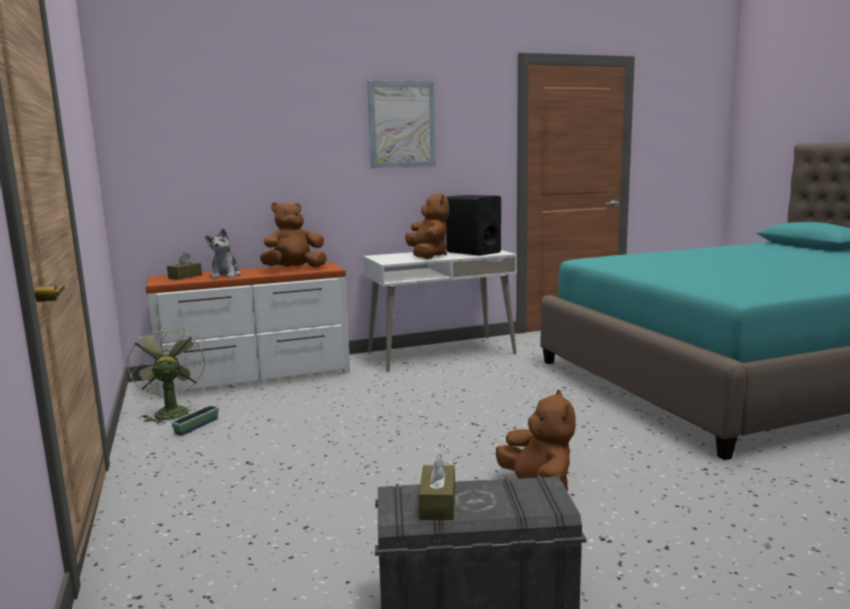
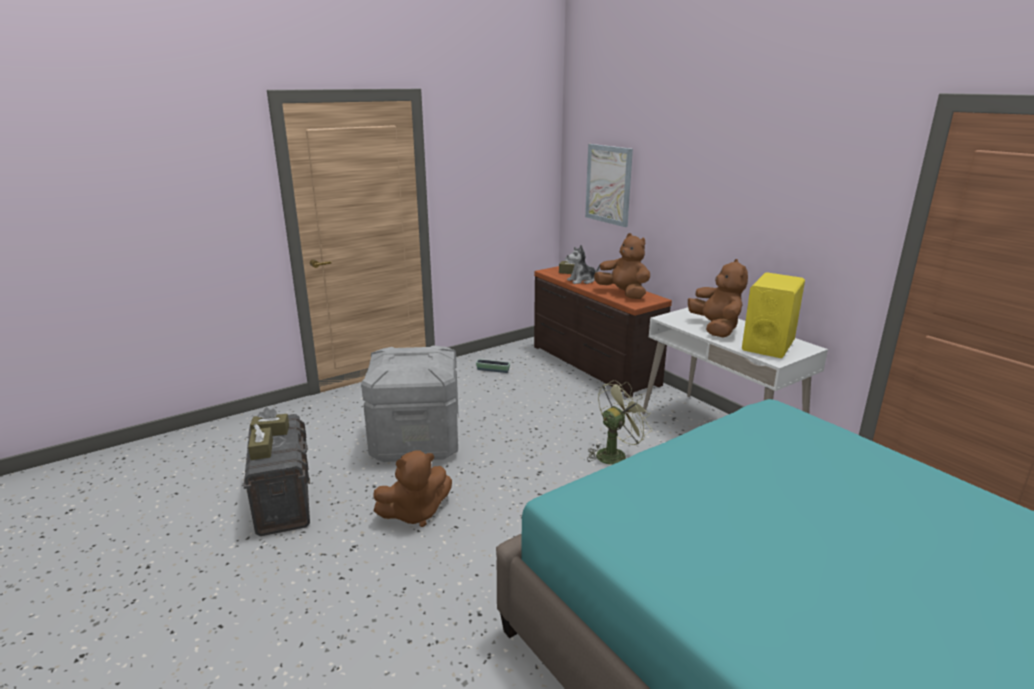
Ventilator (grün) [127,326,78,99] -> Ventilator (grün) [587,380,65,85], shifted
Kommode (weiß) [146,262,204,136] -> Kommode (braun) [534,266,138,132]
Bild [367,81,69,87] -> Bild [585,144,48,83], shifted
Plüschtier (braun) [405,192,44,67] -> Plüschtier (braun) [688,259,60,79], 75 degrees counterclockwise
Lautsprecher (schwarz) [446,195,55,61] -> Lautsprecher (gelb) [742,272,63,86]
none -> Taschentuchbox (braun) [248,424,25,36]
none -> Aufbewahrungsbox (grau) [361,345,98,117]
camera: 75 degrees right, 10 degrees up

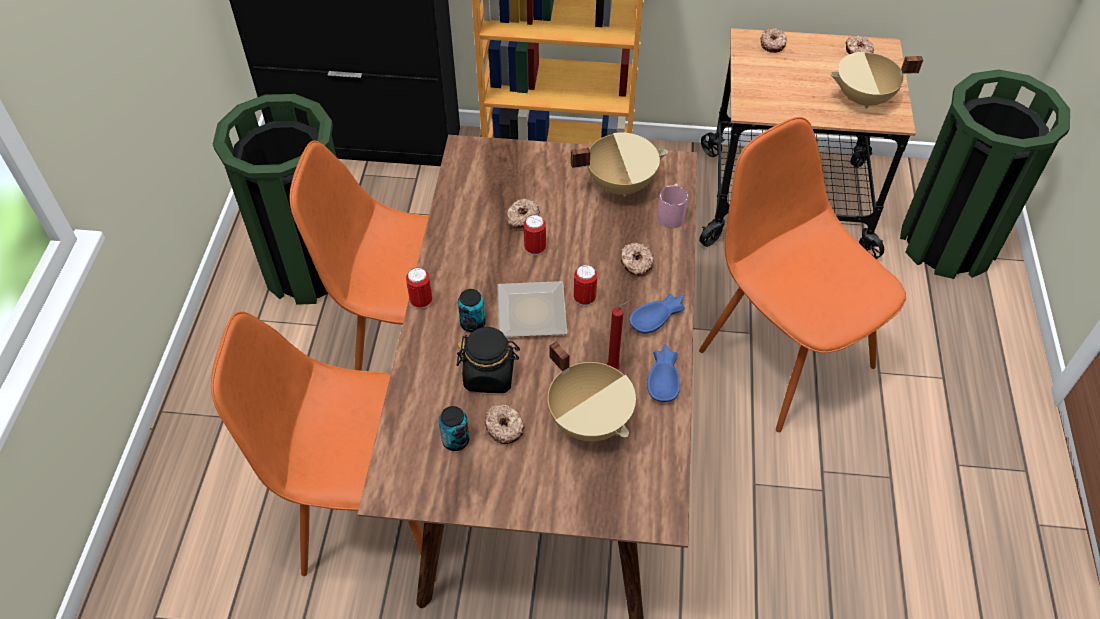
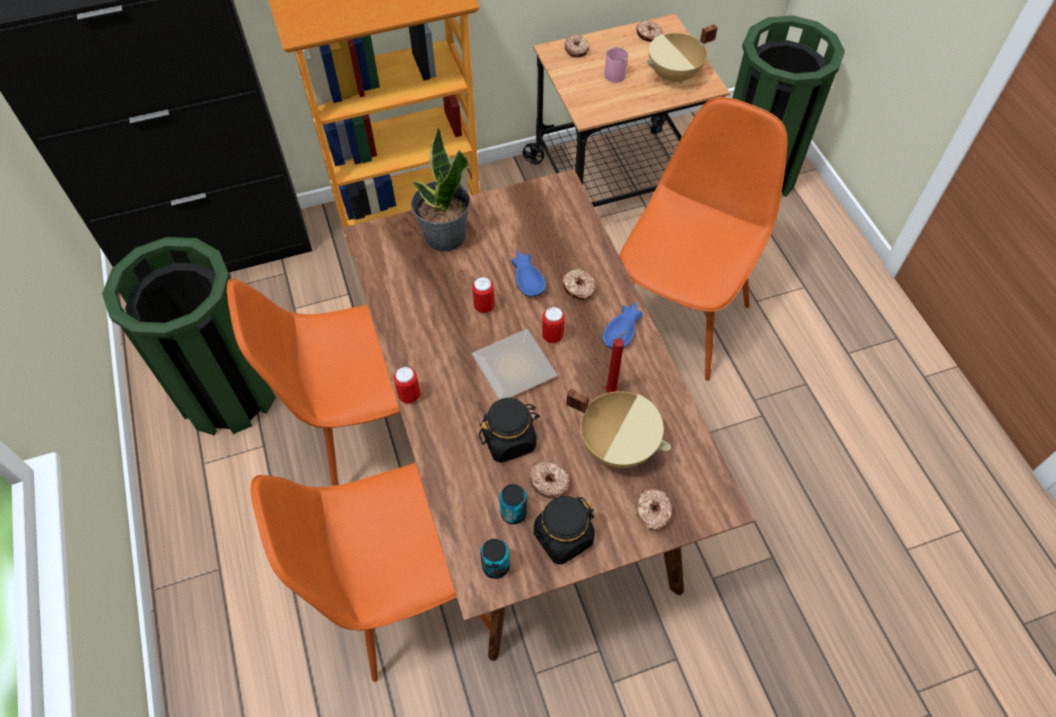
Dose [458,289,28,43] -> Dose [480,539,30,40], shifted
Donut [506,198,34,33] -> Donut [636,489,37,42], shifted
Kochtopf (beige) [570,132,98,65] -> none
Schüssel (blau) [647,343,33,59] -> Schüssel (blau) [511,250,35,47], shifted
Henkelbecher (rosa) [657,184,31,45] -> Henkelbecher (rosa) [604,47,24,36], shifted
Stuhl (orange) [699,117,207,315] -> Stuhl (orange) [619,97,169,284], 90 degrees clockwise
none -> Topfpflanze [411,128,59,124]
none -> Vorratsglas (schwarz) [534,496,61,68]
camera: 25 degrees left, 5 degrees up

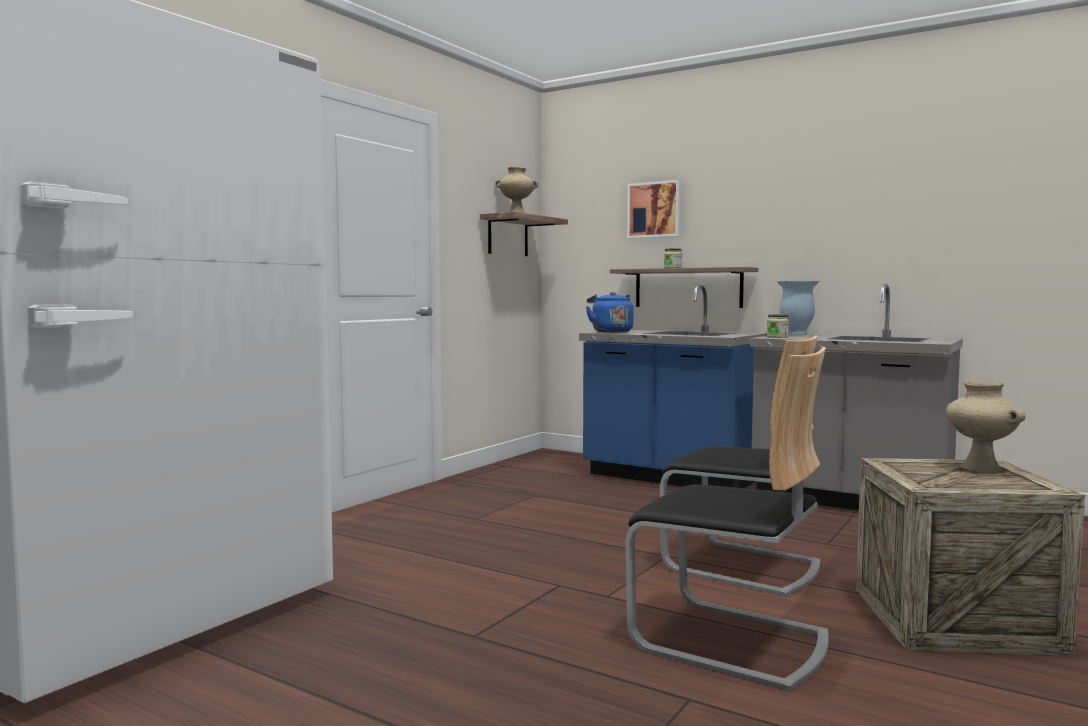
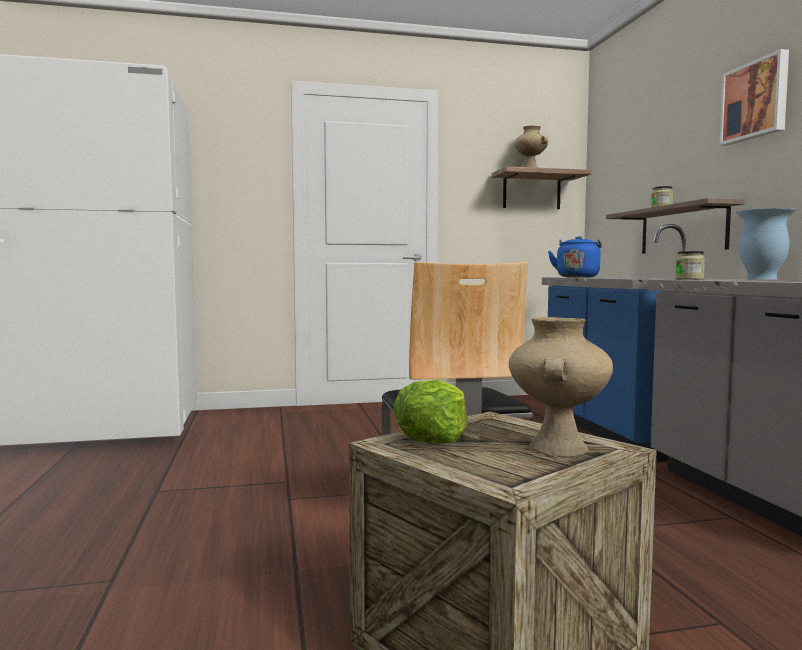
Stuhl [626,347,203,344] -> none
Bild [627,180,54,59] -> Bild [719,49,70,97], shifted
none -> Salatkopf [393,380,74,64]
camera: 45 degrees right, 0 degrees up

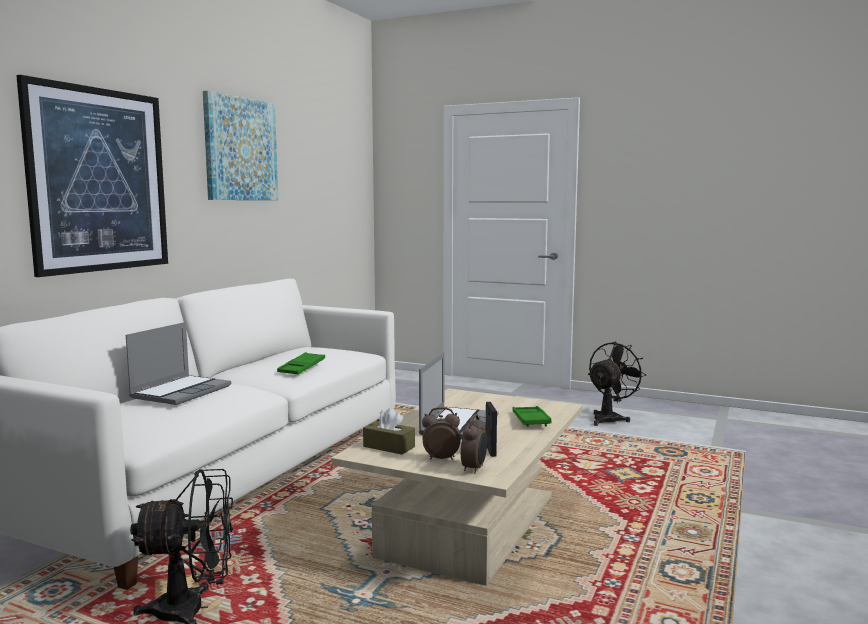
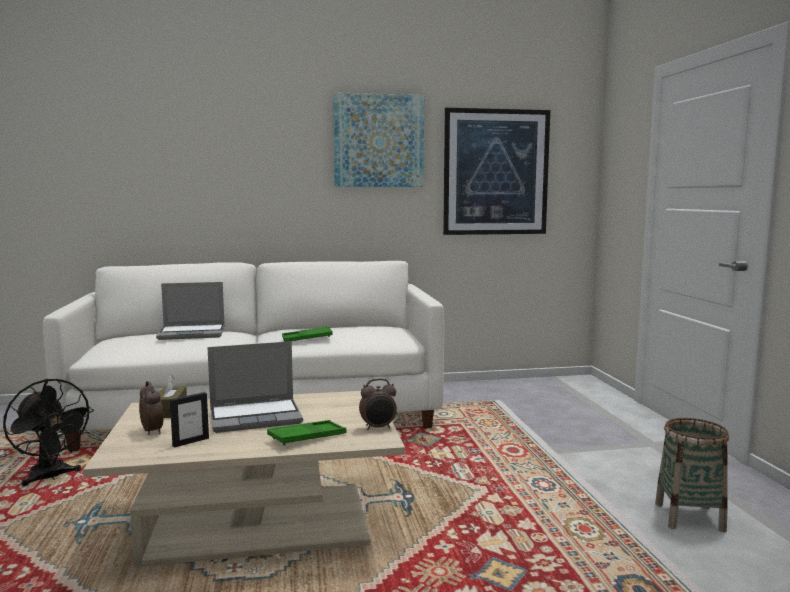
Bild [16,75,152,202] -> Bild [443,108,107,127], shifted
Wecker [461,414,26,60] -> Wecker [359,378,38,52], shifted
Ventilator (schwarz) [588,341,58,85] -> Korb [655,418,74,114]
camera: 55 degrees right, 0 degrees up

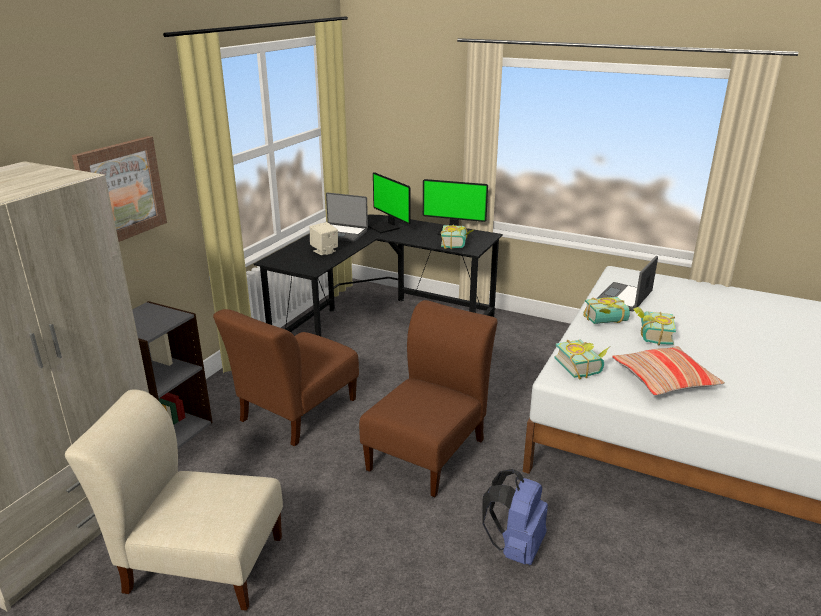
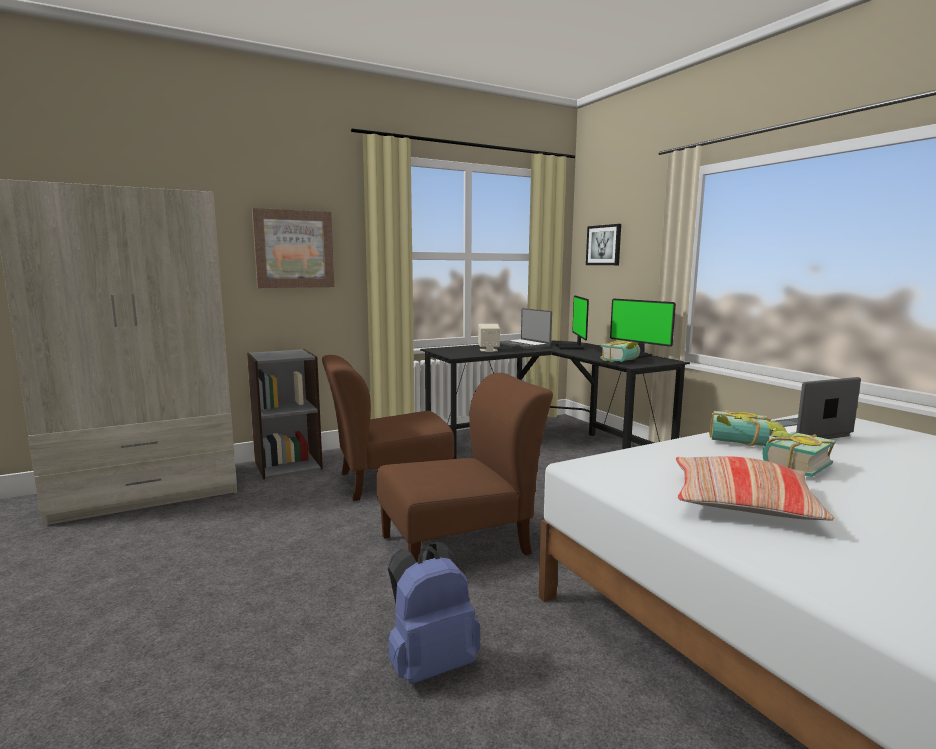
Stuhl (beige) [65,389,218,222] -> none
Buch [554,339,55,40] -> none
none -> Bild [586,224,35,41]
camera: 35 degrees right, 15 degrees down

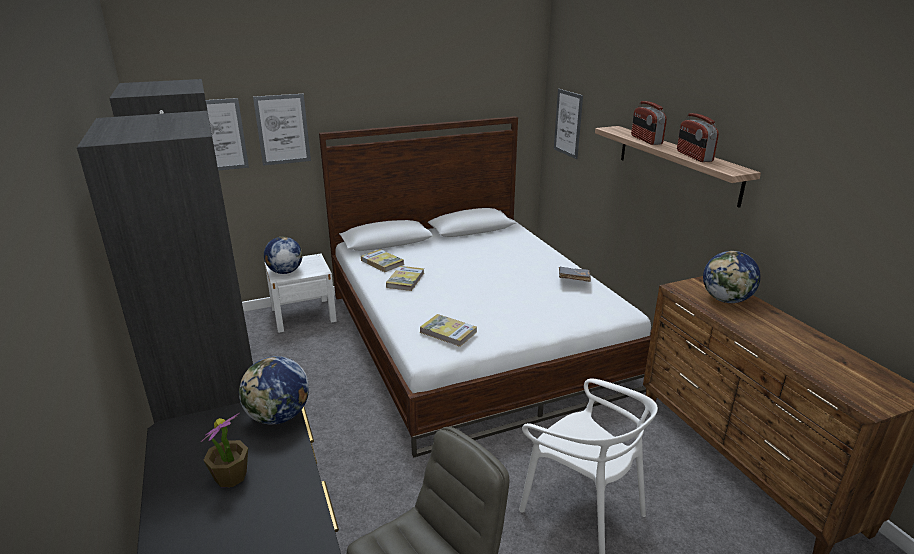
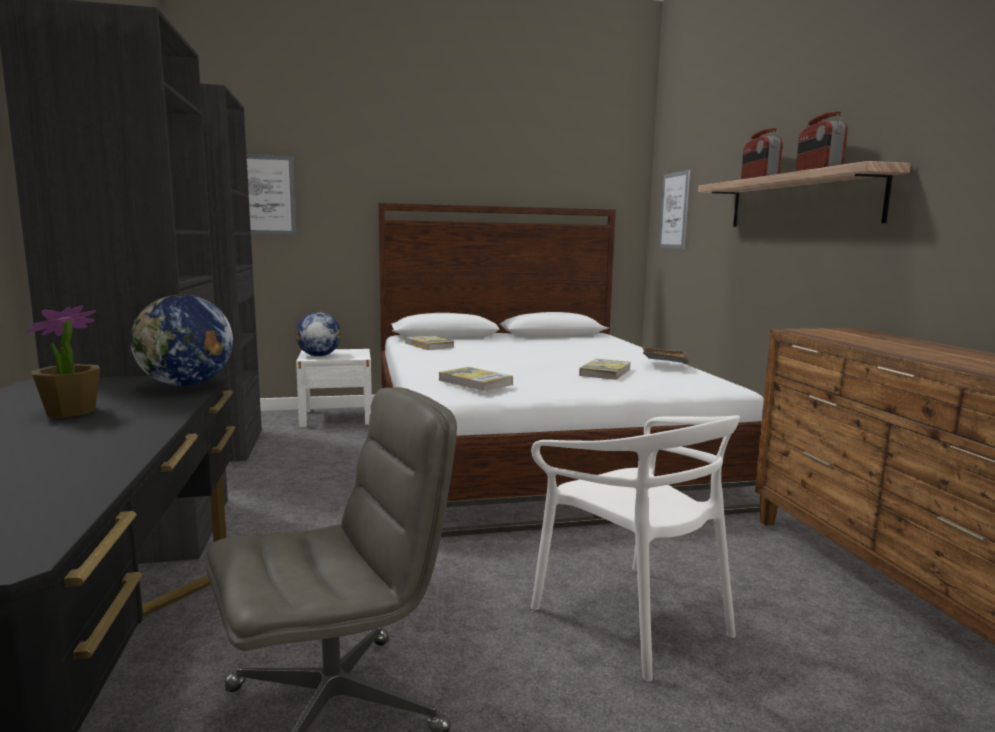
Bild [253,94,58,72] -> none
Buch [386,266,38,25] -> Buch [579,359,52,21], shifted
Globus [703,251,58,52] -> none
camera: 10 degrees right, 15 degrees down

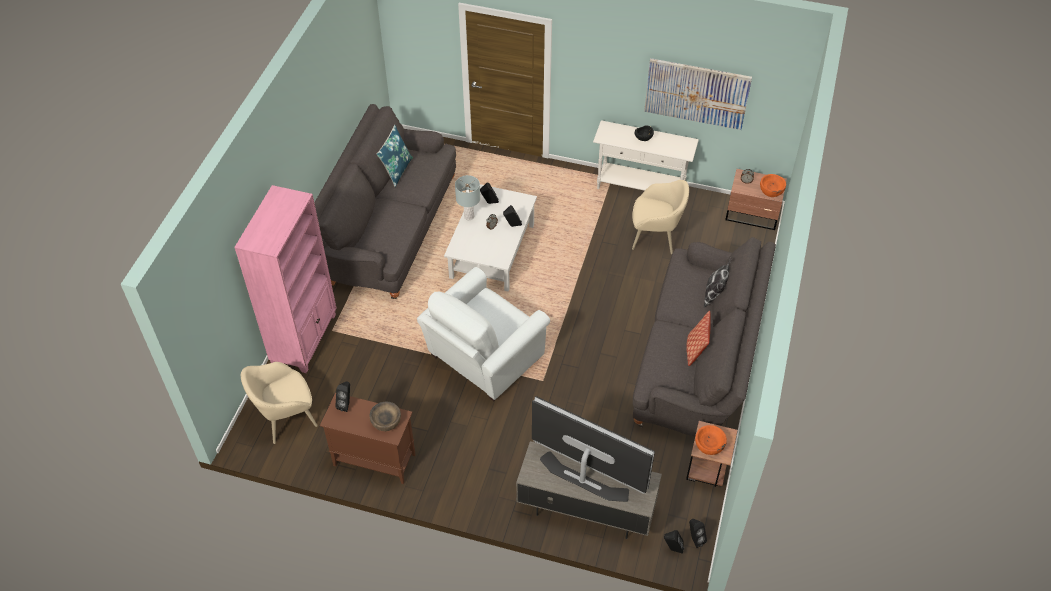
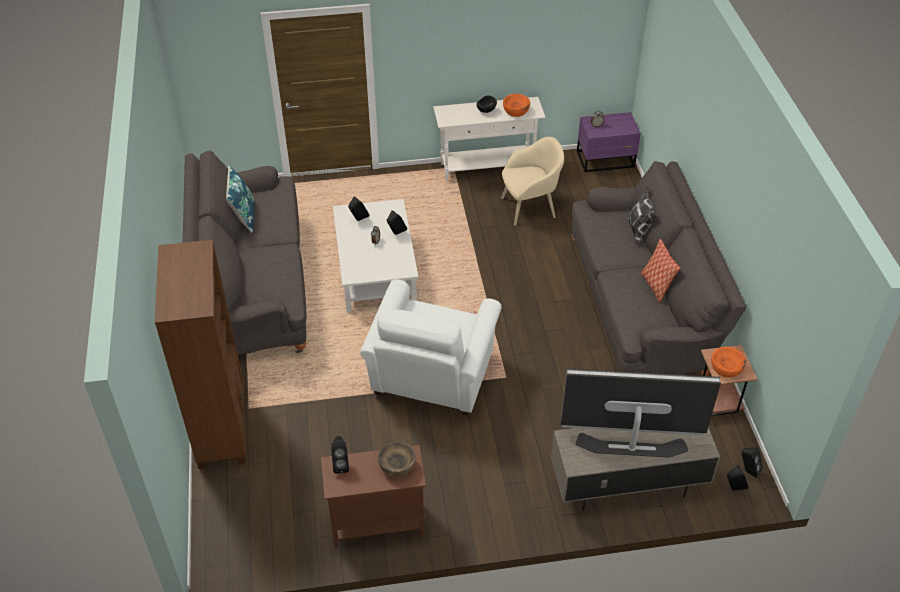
Bücherregal (rosa) [234,185,102,188] -> Bücherregal (braun) [155,240,91,229]
Sessel (beige) [241,362,77,82] -> none
Tischlampe (grau) [455,175,25,45] -> none
Bild [644,58,108,72] -> none
Nachttisch (braun) [725,169,62,61] -> Nachttisch (lila) [577,112,64,60]
Schüssel (orange) [760,174,26,23] -> Schüssel (orange) [503,94,27,23], shifted
camera: 25 degrees left, 5 degrees down

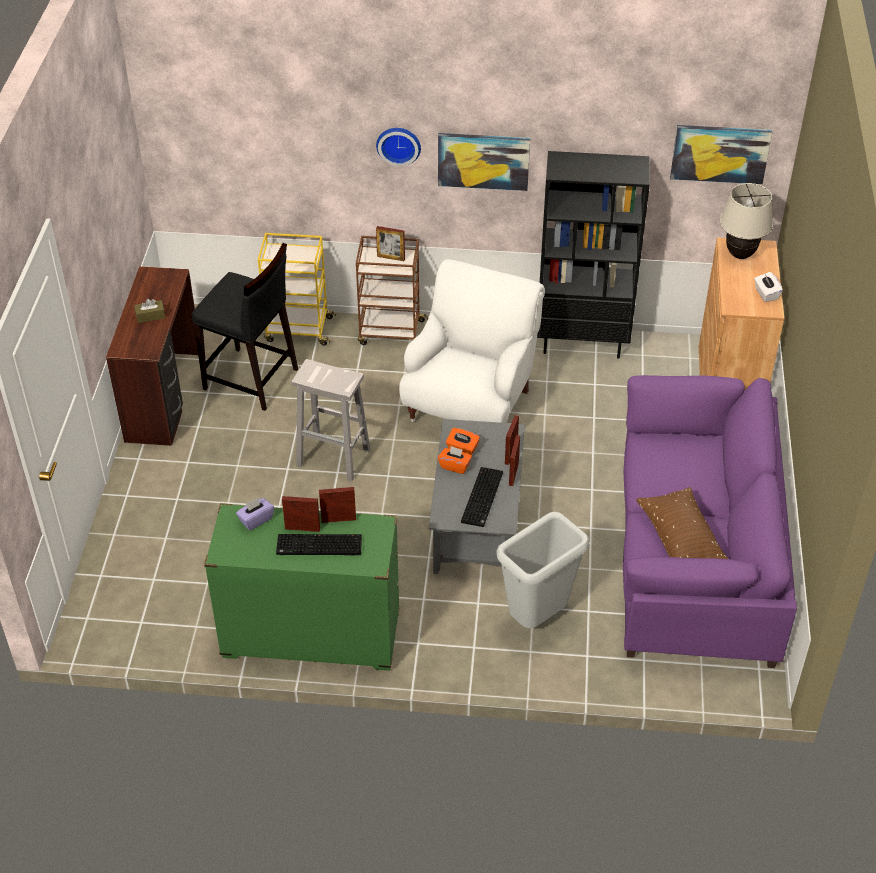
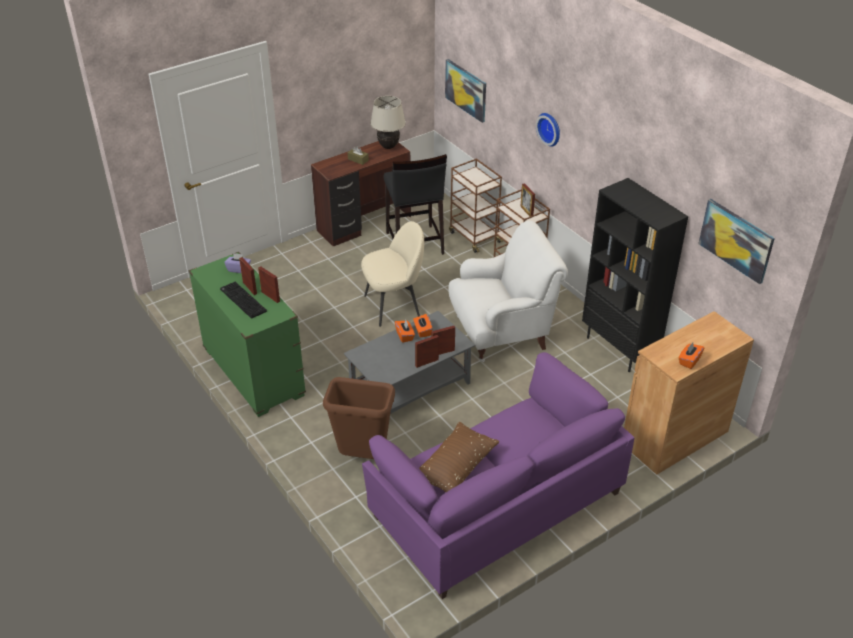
Rollwagen (gelb) [258,233,78,113] -> Rollwagen (braun) [449,158,54,95]
Hocker (weiß) [292,359,78,122] -> Stuhl (beige) [361,221,63,106]
Bild [438,133,92,58] -> Bild [445,59,41,64], shifted
Tastatur [461,467,42,60] -> none
Mülleimer (grau) [497,512,92,116] -> Mülleimer (braun) [323,377,72,82]
Tischlampe (beige) [720,183,53,76] -> Tischlampe (beige) [370,96,36,53], shifted
Taschentuchbox (weiß) [754,272,29,30] -> Taschentuchbox (orange) [679,343,25,26]
camera: 50 degrees right, 5 degrees down

